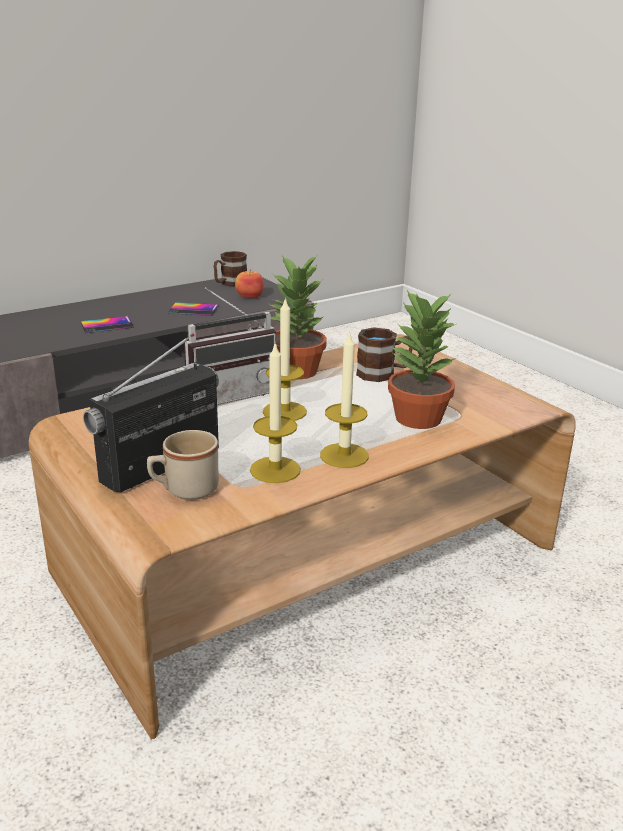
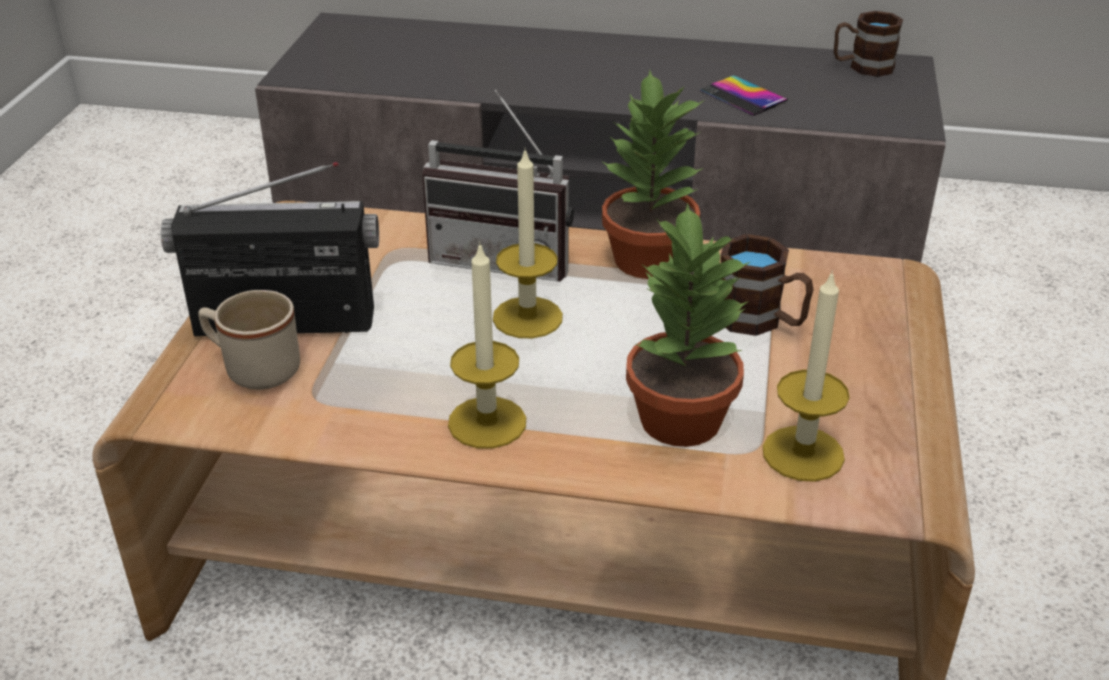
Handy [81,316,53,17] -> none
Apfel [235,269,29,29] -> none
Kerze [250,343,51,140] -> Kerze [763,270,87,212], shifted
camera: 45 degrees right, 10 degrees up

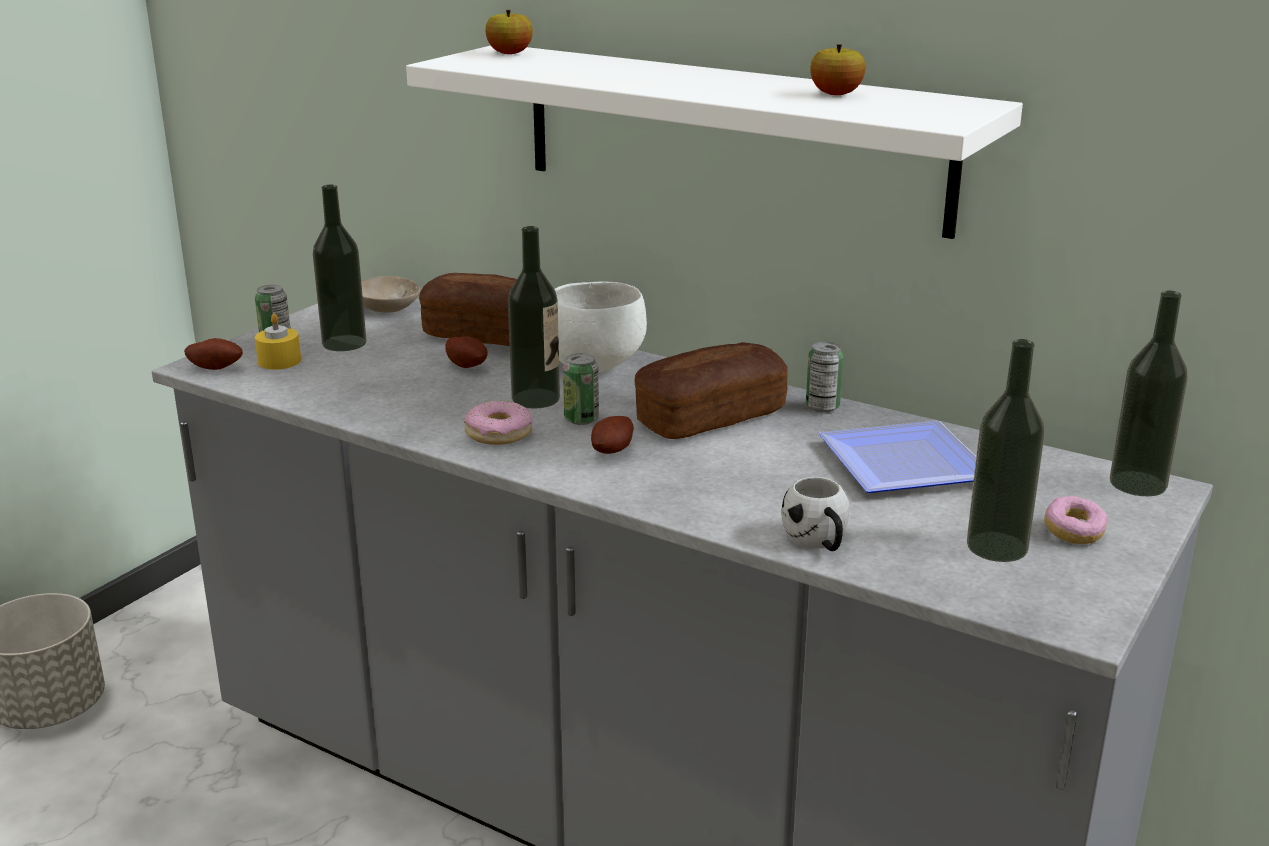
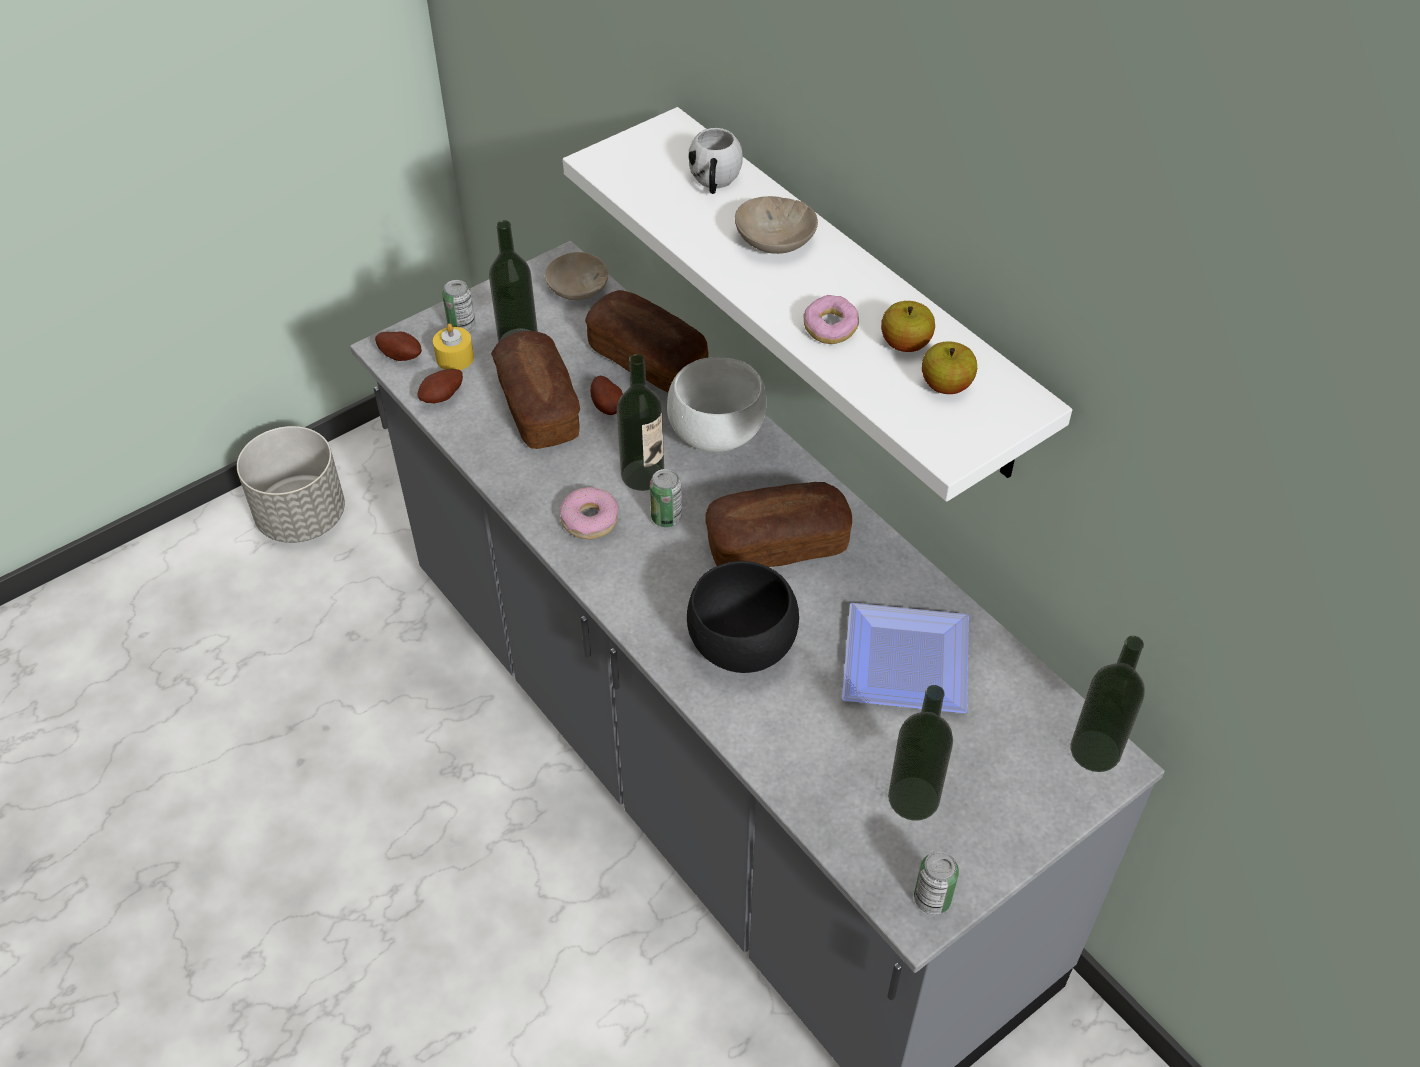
Apfel [485,10,48,44] -> Apfel [922,341,55,53], shifted
Kartoffel [591,416,43,38] -> Kartoffel [417,369,46,34], shifted
Henkelbecher (weiß) [781,477,69,74] -> Henkelbecher (weiß) [688,128,55,66], shifted
Dose [806,342,37,70] -> Dose [914,851,45,64], shifted
Donut [1044,496,64,48] -> Donut [804,295,55,49], shifted
none -> Brot [491,331,89,118]
none -> Schüssel (schwarz) [687,561,112,112]
none -> Schüssel (beige) [735,196,83,58]
camera: 20 degrees right, 25 degrees up

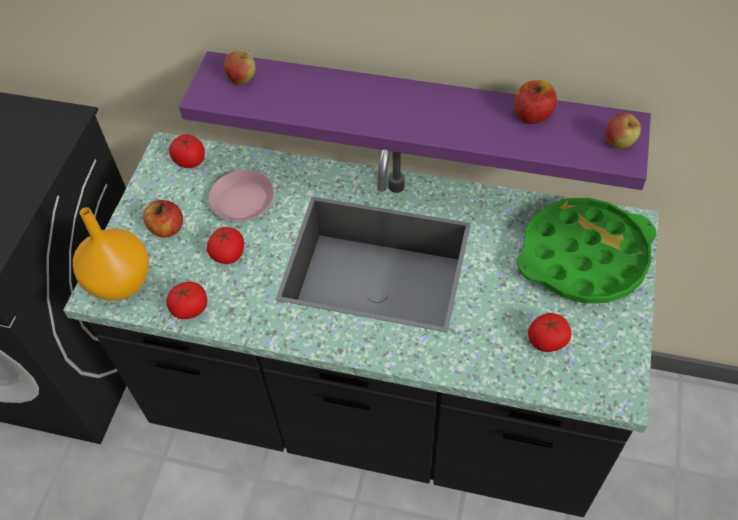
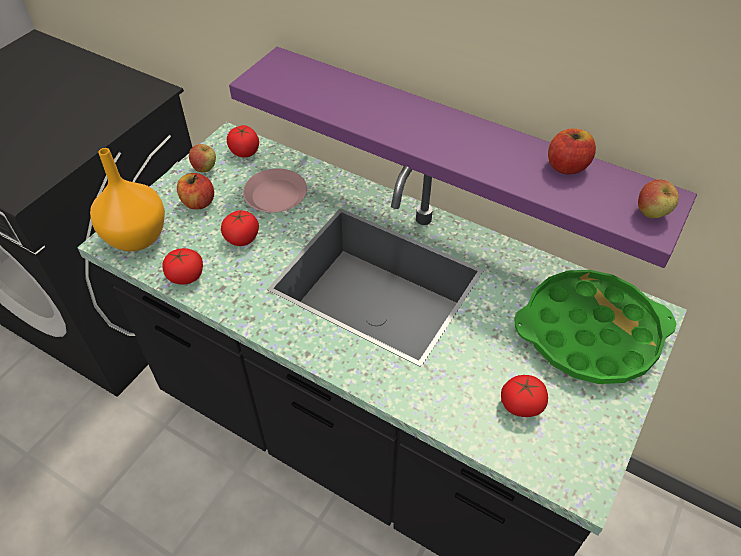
Apfel [224,50,32,34] -> Apfel [189,144,27,28], shifted
camera: 15 degrees right, 5 degrees down

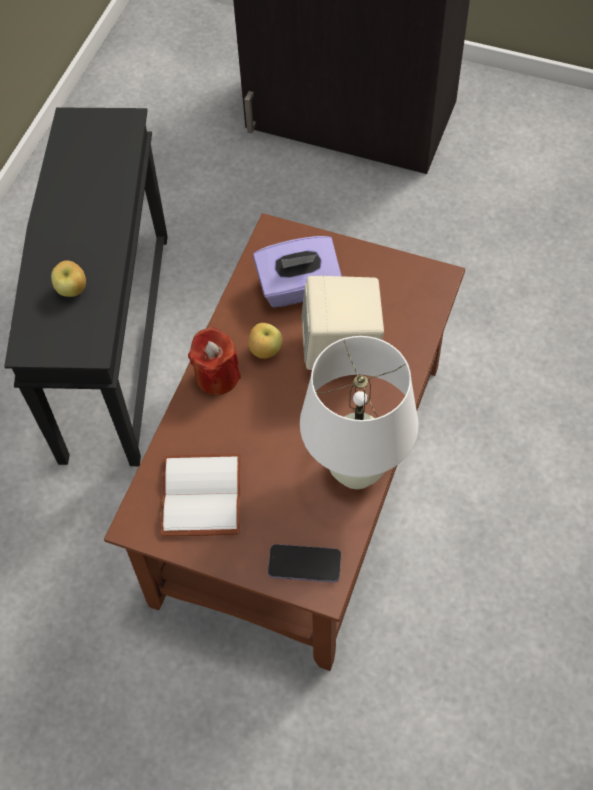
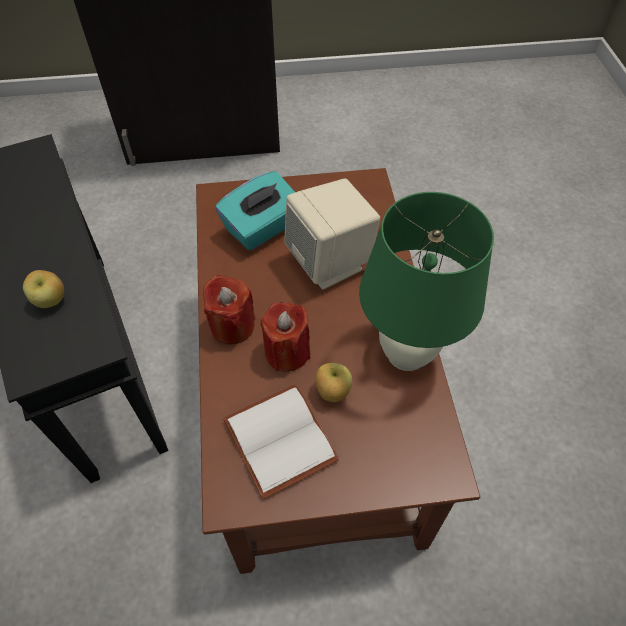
Apfel [248,323,34,36] -> Apfel [315,363,37,39], shifted
Taschentuchbox (lila) [253,236,89,72] -> Taschentuchbox (türkis) [215,171,80,79]
Handy [268,544,73,39] -> none
Tischlampe (weiß) [300,336,119,153] -> Tischlampe (grün) [359,192,135,179]
none -> Kerze (rot) [261,302,50,70]
camera: 30 degrees left, 5 degrees down

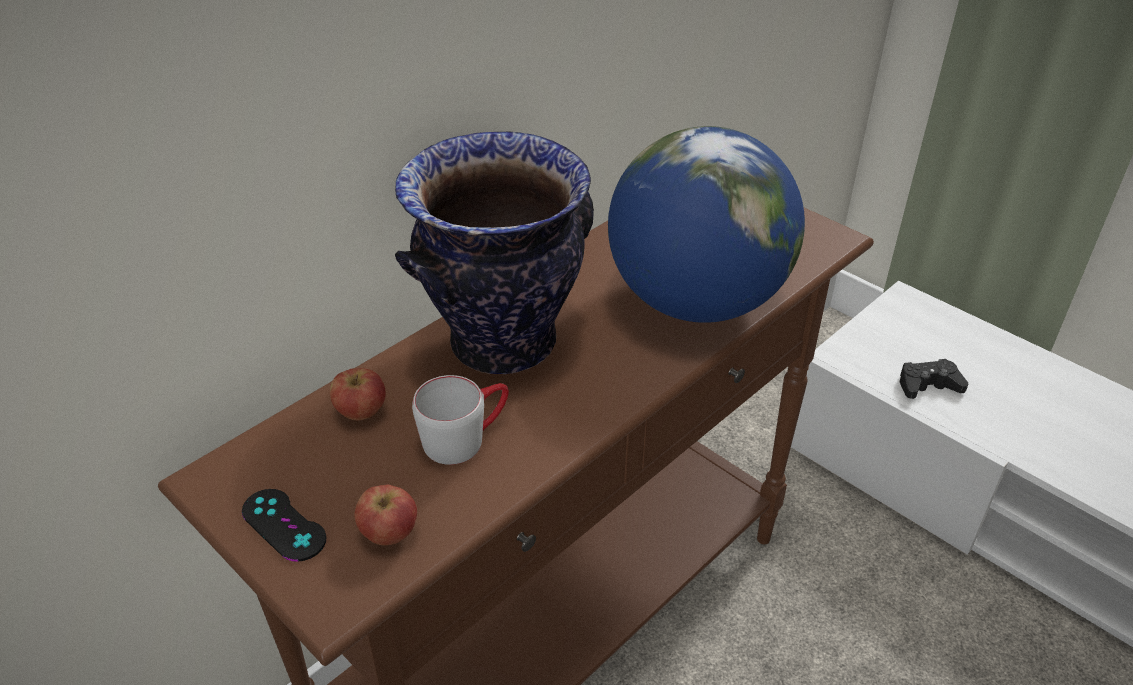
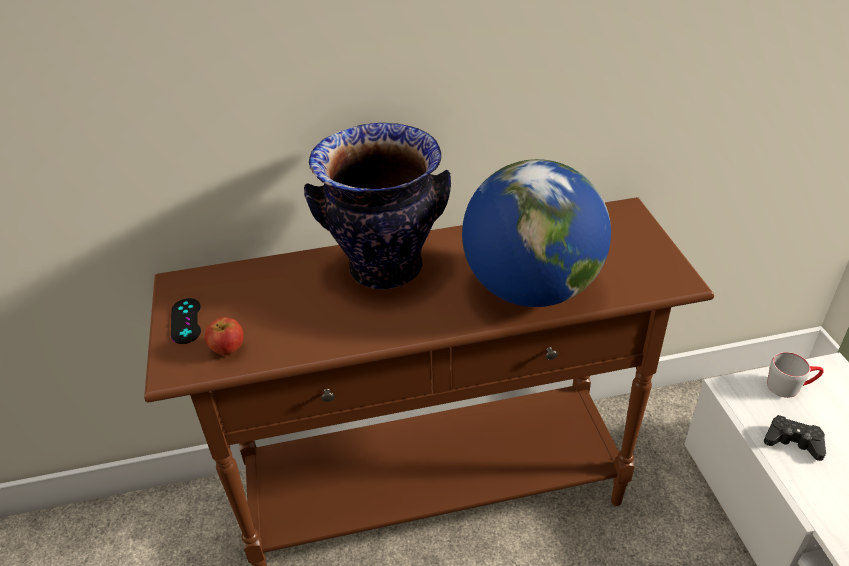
Apfel [330,368,56,52] -> none
Henkelbecher (grau) [412,375,97,90] -> Henkelbecher (grau) [767,352,57,46], shifted
camera: 35 degrees right, 0 degrees up

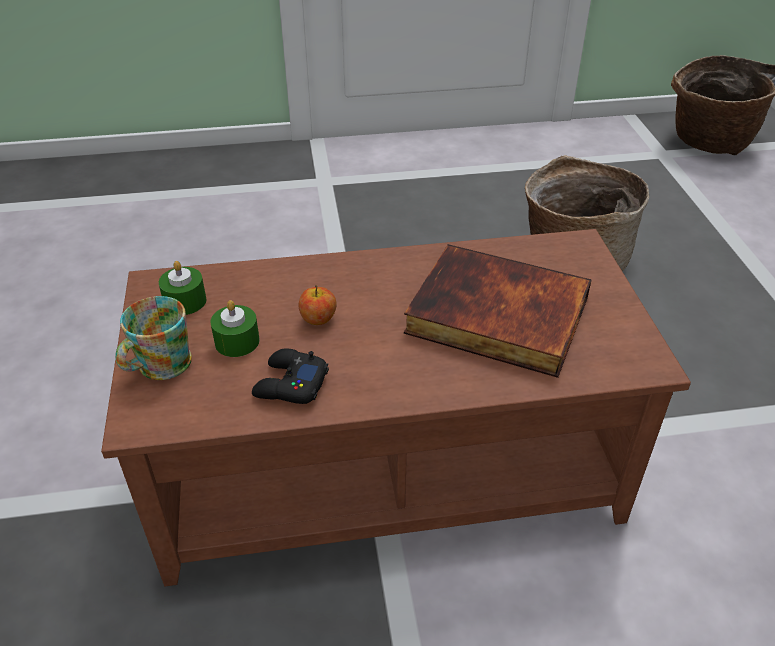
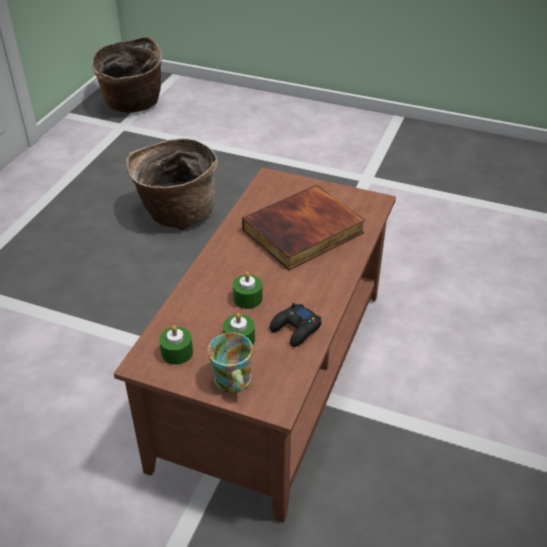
Apfel [299,285,38,40] -> Kerze (grün) [233,272,30,37]
camera: 60 degrees left, 0 degrees up

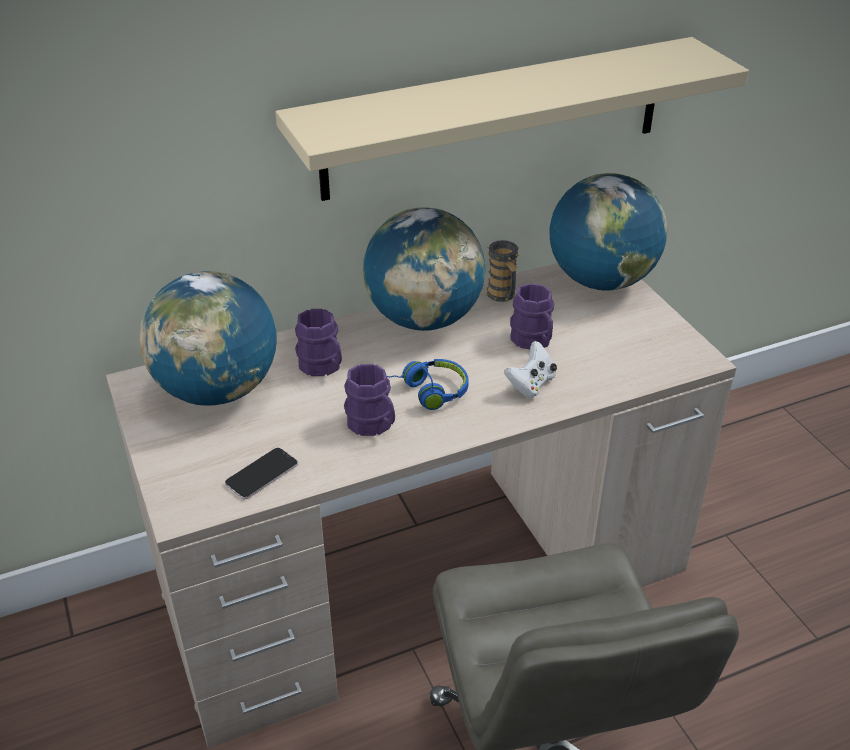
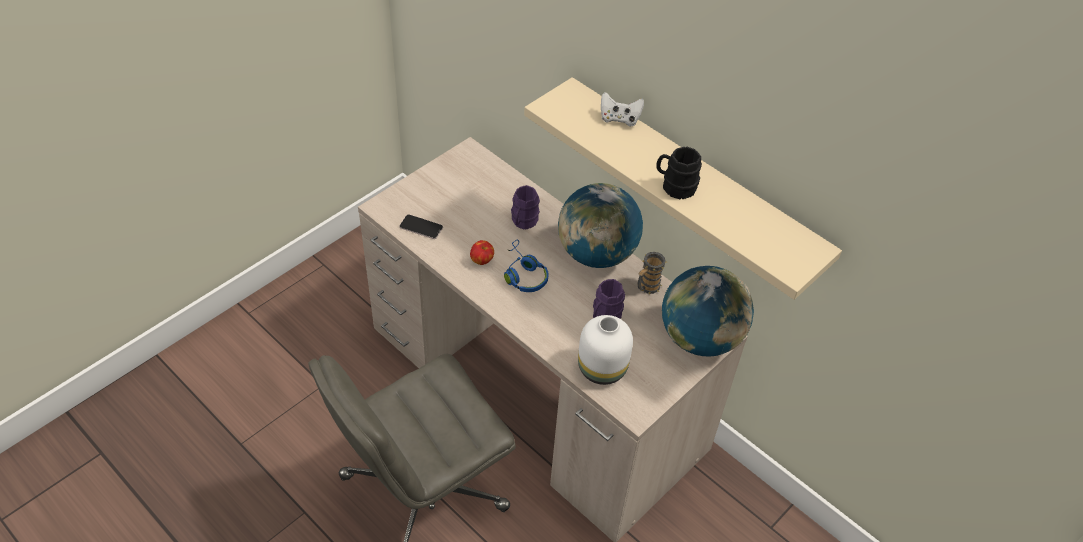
Globus [139,271,138,135] -> none
Henkelbecher (lila) [344,364,51,72] -> Apfel [470,240,24,25]
Gamepad (weiß) [504,341,53,57] -> Gamepad (weiß) [601,92,43,35], shifted
none -> Vase (weiß) [578,315,55,70]
none -> Henkelbecher (schwarz) [656,147,46,52]
camera: 65 degrees right, 10 degrees up

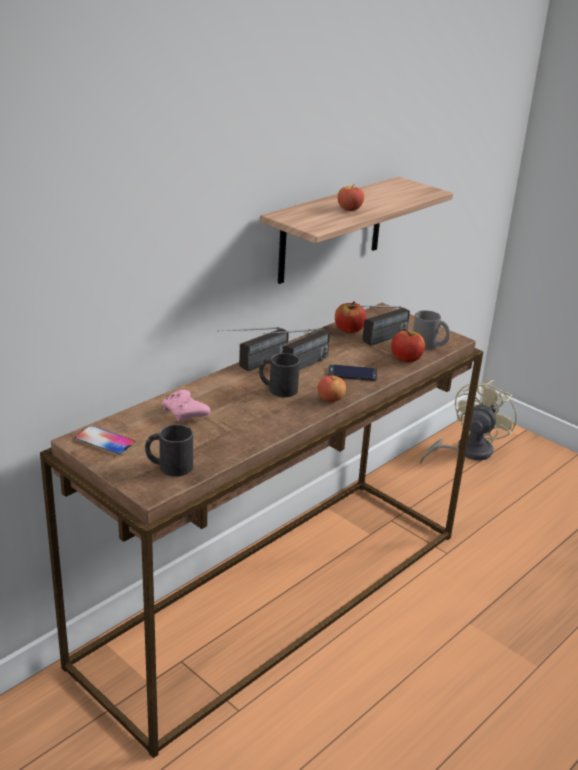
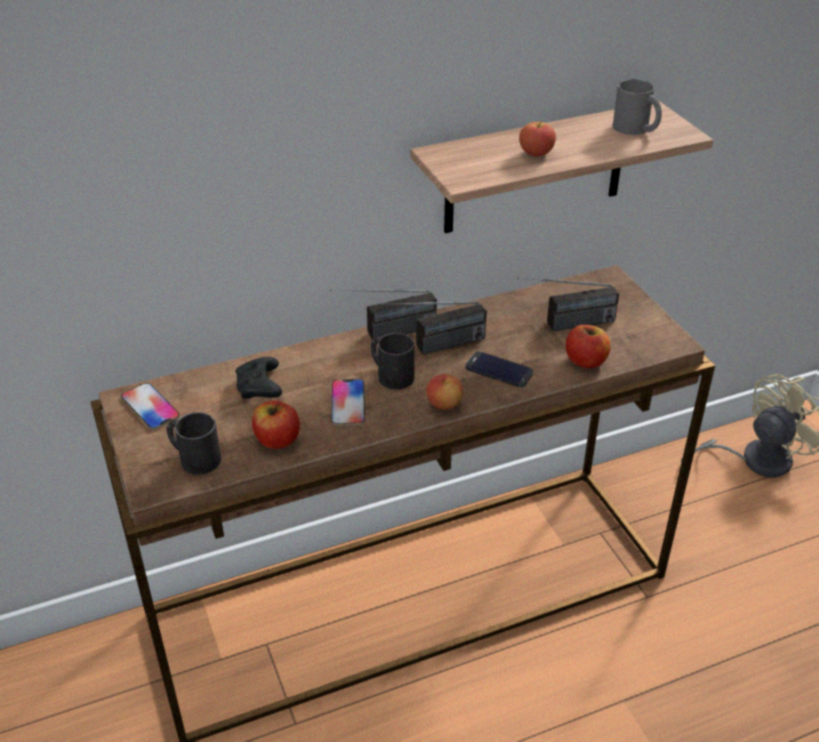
Gamepad (rosa) [162,390,48,32] -> Gamepad (schwarz) [236,357,46,42]
Apfel [335,301,31,32] -> Apfel [252,401,48,48], shifted
Henkelbecher (grau) [413,310,37,40] -> Henkelbecher (grau) [613,79,49,56], shifted
none -> Handy [331,379,34,46]
camera: 25 degrees right, 10 degrees up

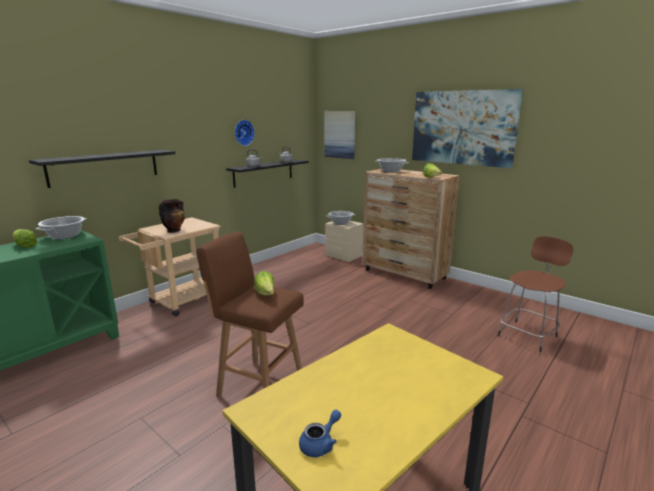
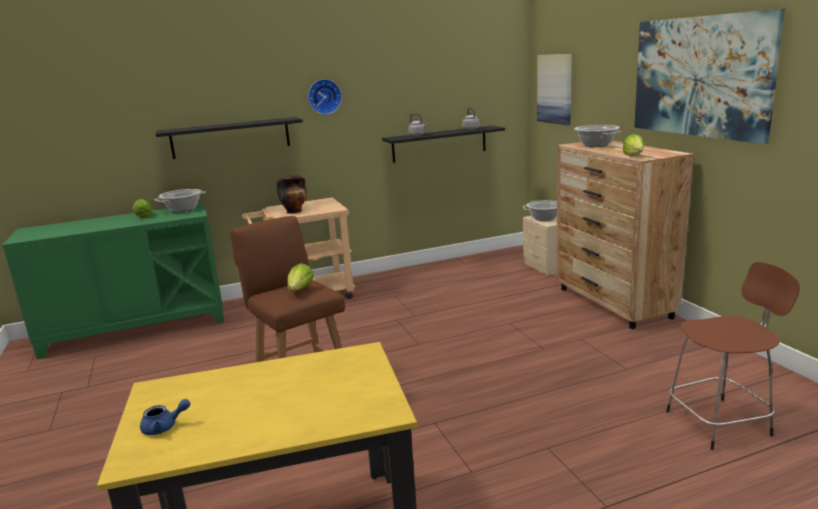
Wanduhr [234,120,21,26] -> Wanduhr [308,79,34,36], shifted
camera: 30 degrees right, 0 degrees up

